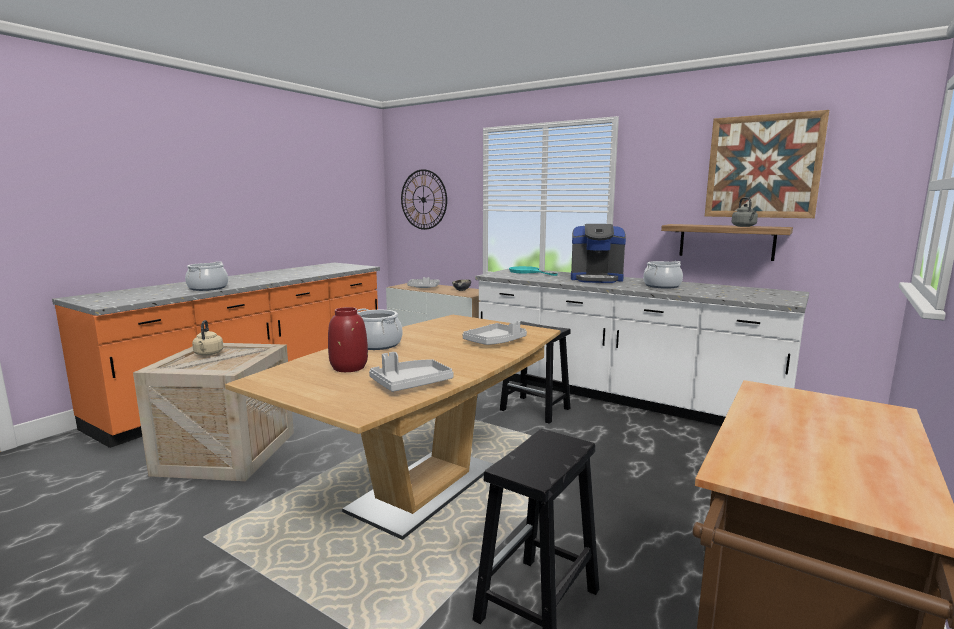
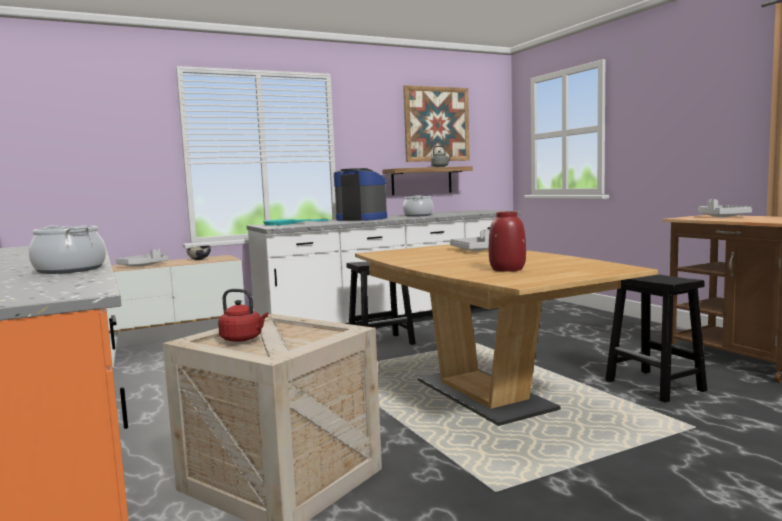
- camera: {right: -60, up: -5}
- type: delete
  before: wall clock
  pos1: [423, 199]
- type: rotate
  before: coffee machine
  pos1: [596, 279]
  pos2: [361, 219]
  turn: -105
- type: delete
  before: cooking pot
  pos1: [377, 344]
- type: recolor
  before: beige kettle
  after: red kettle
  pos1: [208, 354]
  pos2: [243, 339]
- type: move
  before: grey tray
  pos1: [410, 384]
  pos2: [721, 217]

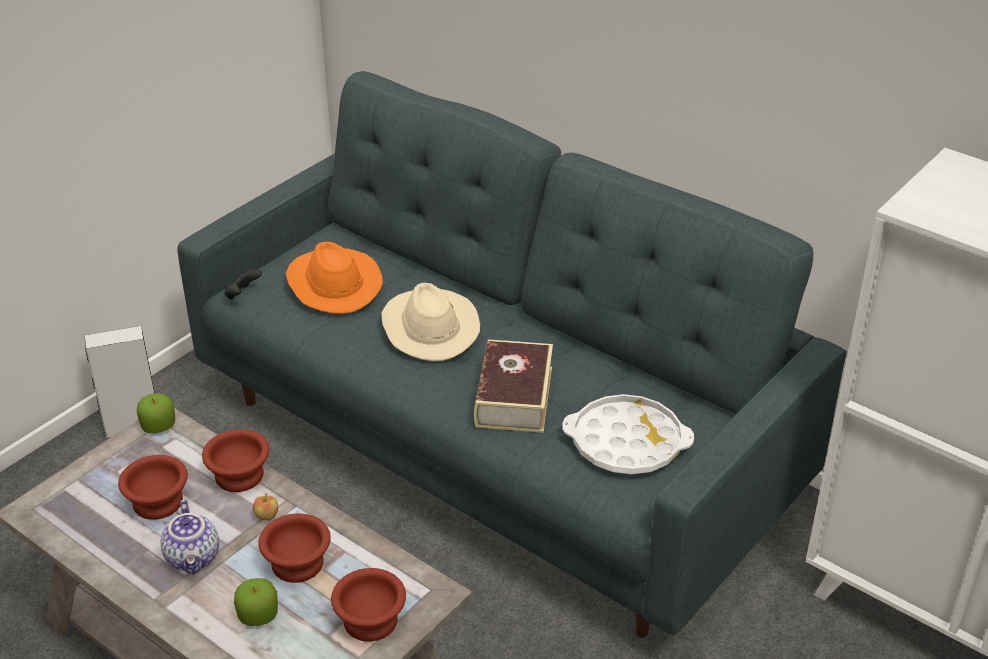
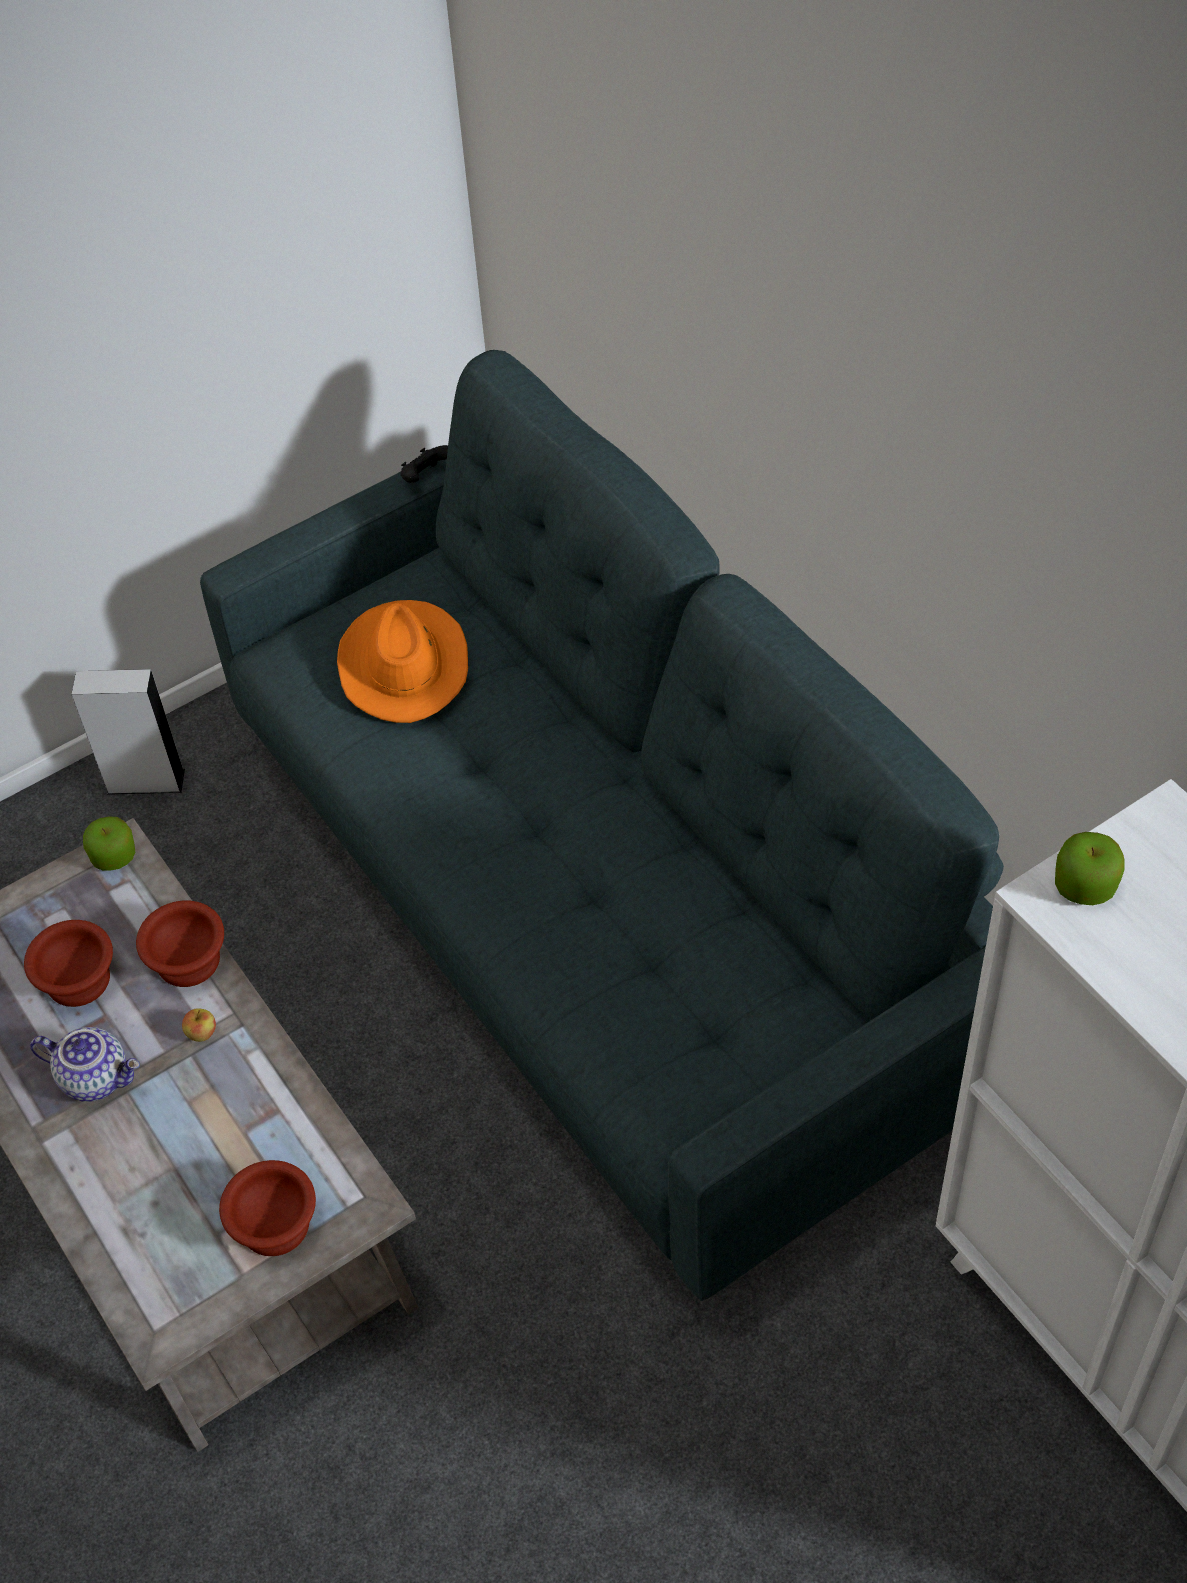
- camera: {right: 20, up: 15}
- type: move
  before: black game controller
  pos1: [242, 295]
  pos2: [426, 477]
- type: delete
  before: beige hat
  pos1: [429, 327]
- type: delete
  before: book
  pos1: [514, 396]
- type: delete
  before: white tray
  pos1: [626, 443]
- type: rotate
  before: teapot
  pos1: [194, 558]
  pos2: [96, 1077]
  turn: -75
- type: delete
  before: brown bowl
  pos1: [299, 562]
- type: move
  before: apple
  pos1: [258, 615]
  pos2: [1084, 886]

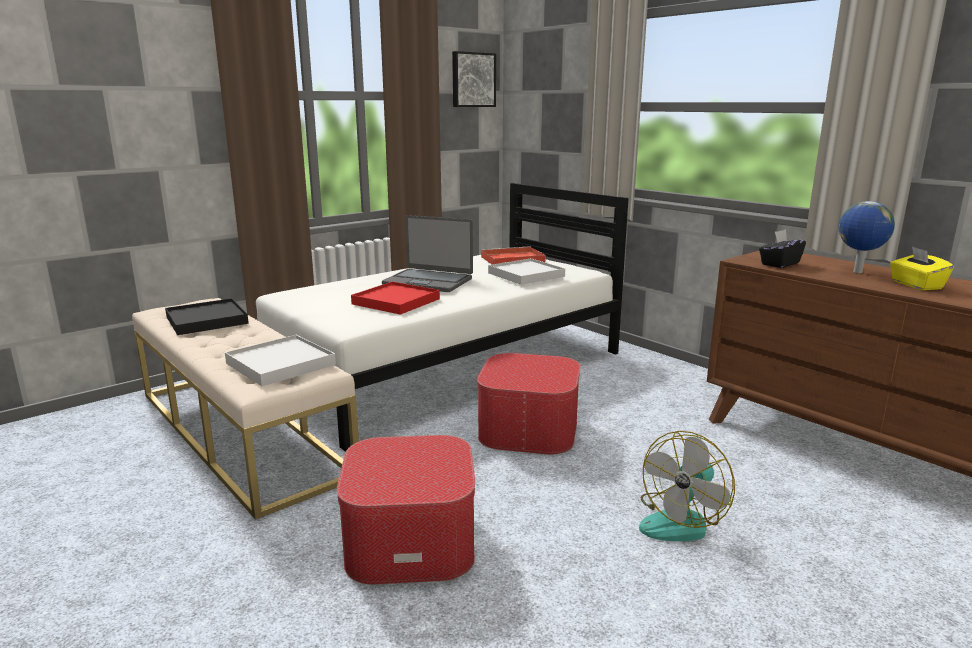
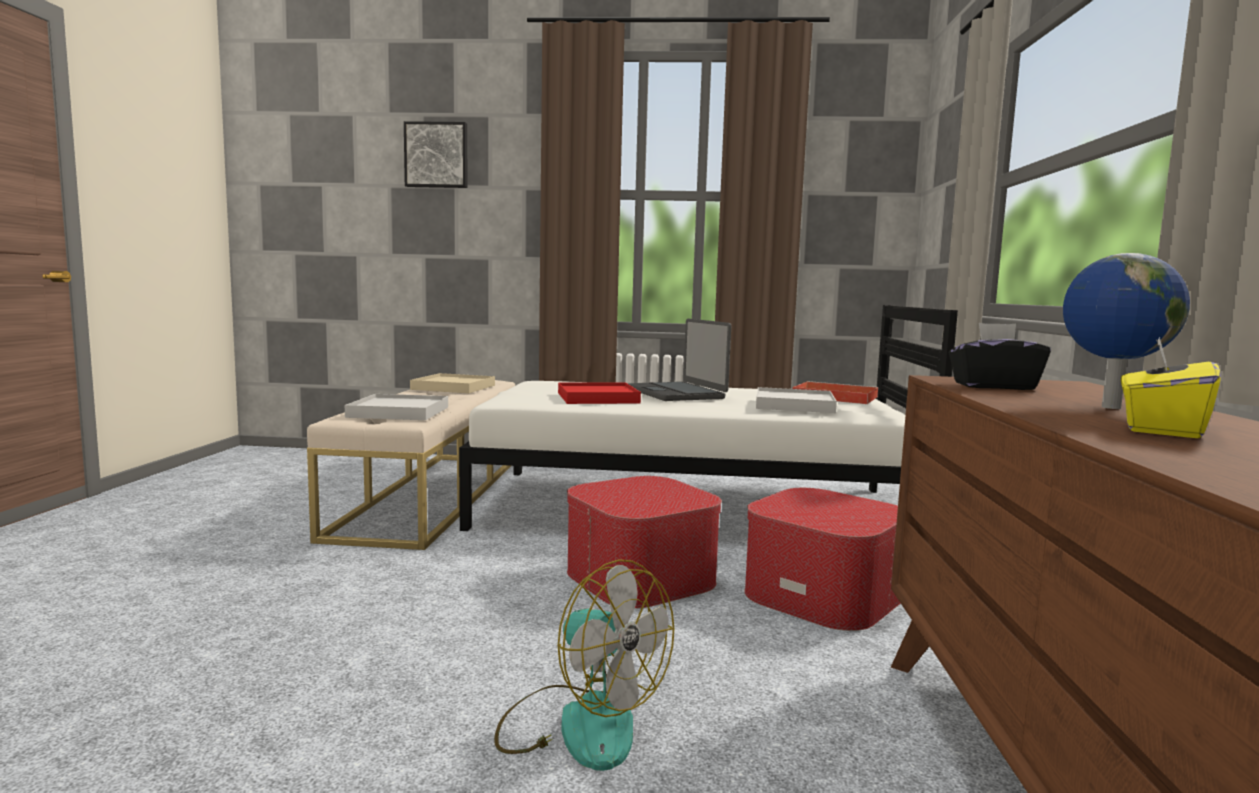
- camera: {right: 45, up: -10}
- type: move
  before: picture
  pos1: [472, 80]
  pos2: [437, 155]
- type: recolor
  before: black tray
  after: beige tray
  pos1: [206, 320]
  pos2: [453, 387]
- type: rotate
  before: fan
  pos1: [681, 521]
  pos2: [580, 723]
  turn: -135
- type: move
  before: ottoman
  pos1: [411, 540]
  pos2: [823, 594]

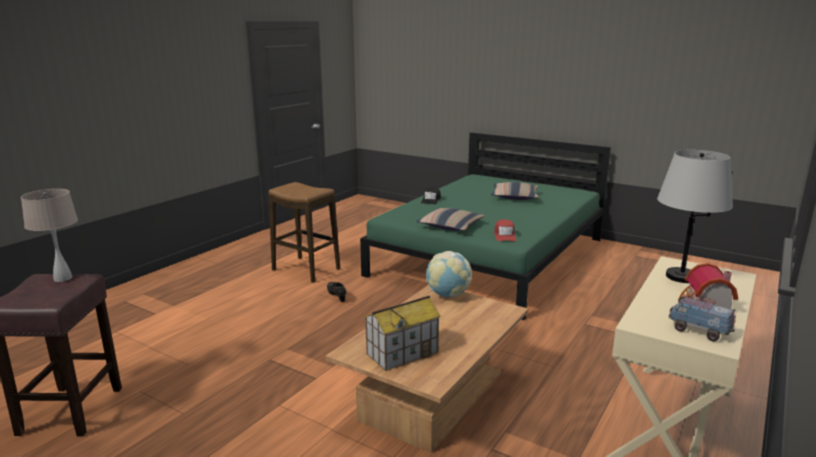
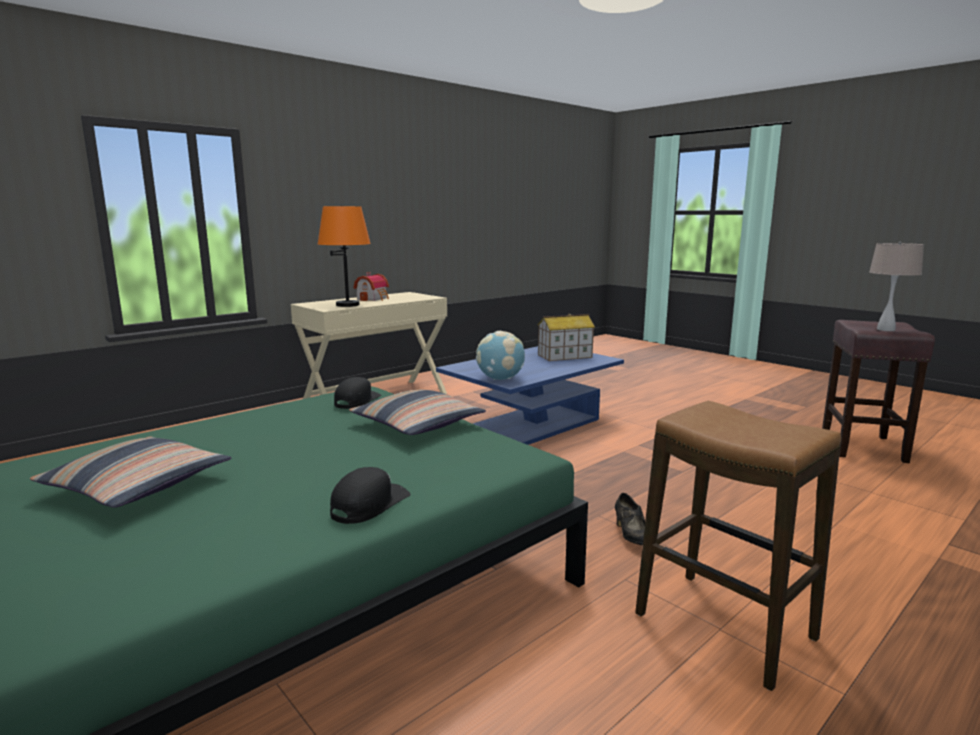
- camera: {right: -165, up: -5}
- type: recolor
  before: grey table lamp
  after: orange table lamp
  pos1: [681, 277]
  pos2: [348, 305]
- type: recolor
  before: red cap
  after: black cap
  pos1: [505, 235]
  pos2: [357, 401]
- type: recolor
  before: brown coffee table
  after: blue coffee table
  pos1: [433, 395]
  pos2: [531, 425]
- type: delete
  before: toy truck
  pos1: [698, 331]

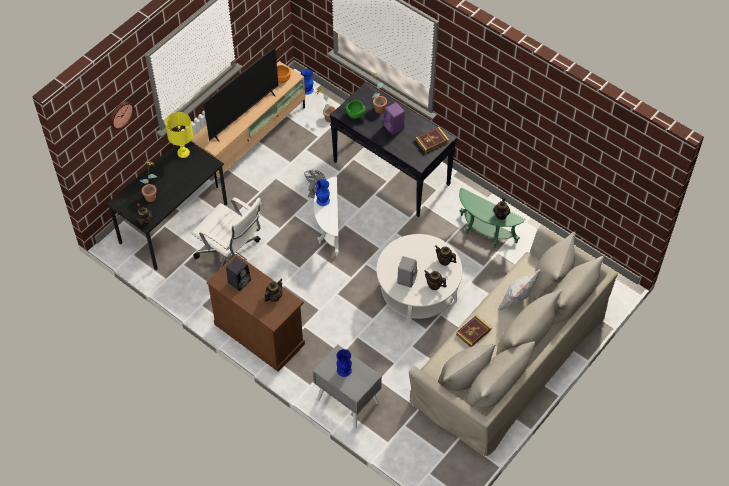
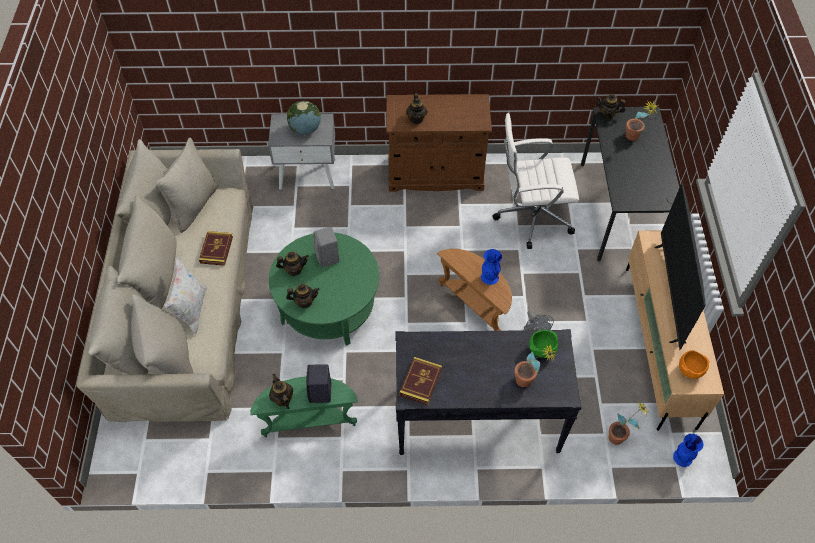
- camera: {right: 140, up: 0}
- type: delete
  before: wall clock
  pos1: [120, 114]
- type: delete
  before: purple speaker
  pos1: [394, 127]
- type: delete
  before: yellow table lamp
  pos1: [183, 153]
- type: recolor
  before: white side table
  after: brown side table
  pos1: [328, 230]
  pos2: [475, 305]
- type: recolor
  before: white coffee table
  after: green coffee table
  pos1: [418, 292]
  pos2: [328, 305]
- type: move
  before: black speaker
  pos1: [239, 281]
  pos2: [320, 393]
- type: replace
  before: blue vase
  after: globe
  pos1: [344, 370]
  pos2: [305, 129]

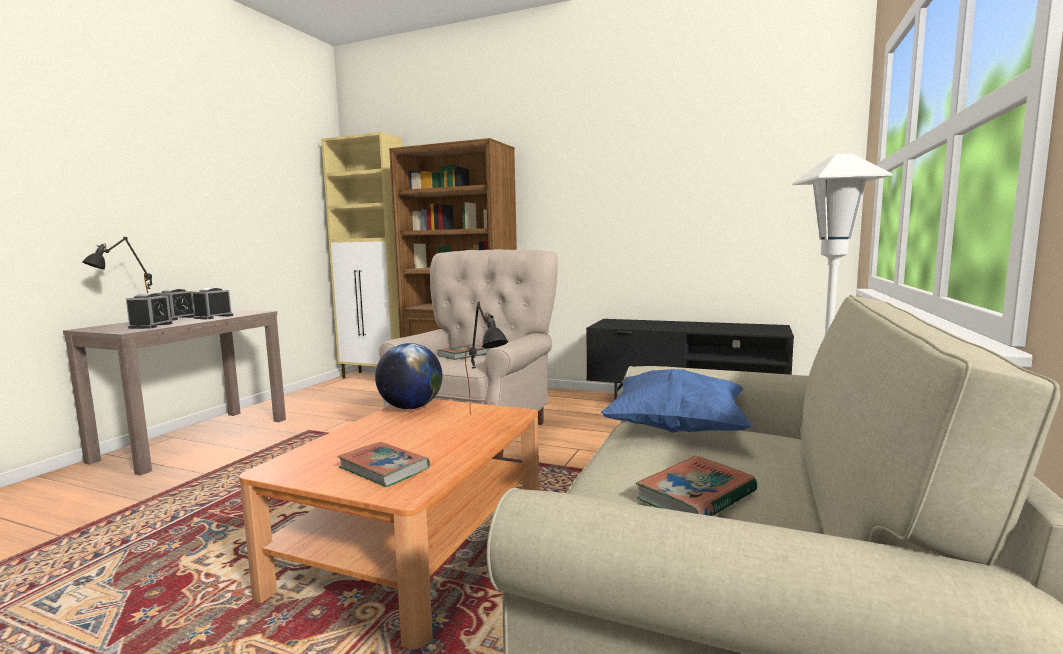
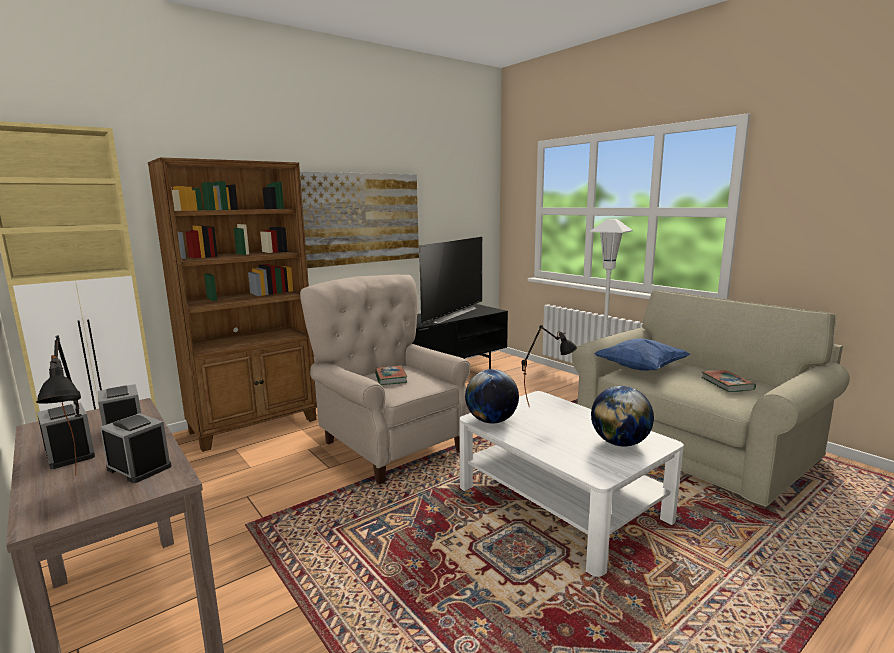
- camera: {right: -60, up: 5}
- type: recolor
  before: brown coffee table
  after: white coffee table
  pos1: [416, 545]
  pos2: [561, 503]
- type: replace
  before: book
  after: globe
  pos1: [384, 469]
  pos2: [619, 443]
- type: insert
  after: picture
  pos2: [361, 218]
- type: insert
  after: television
  pos2: [450, 314]

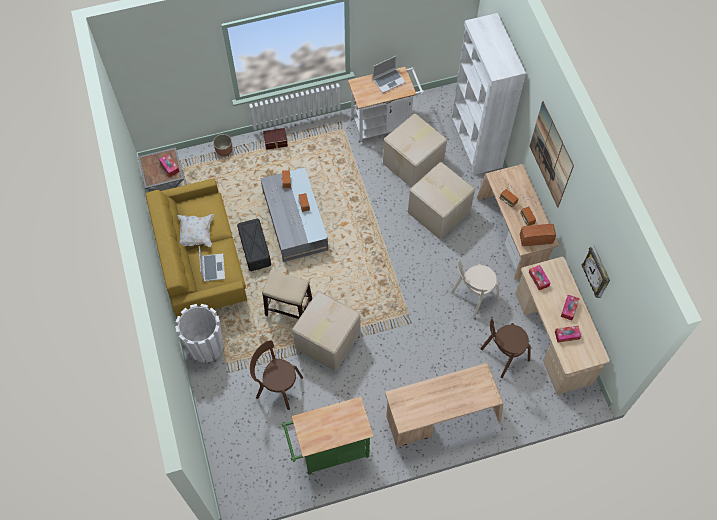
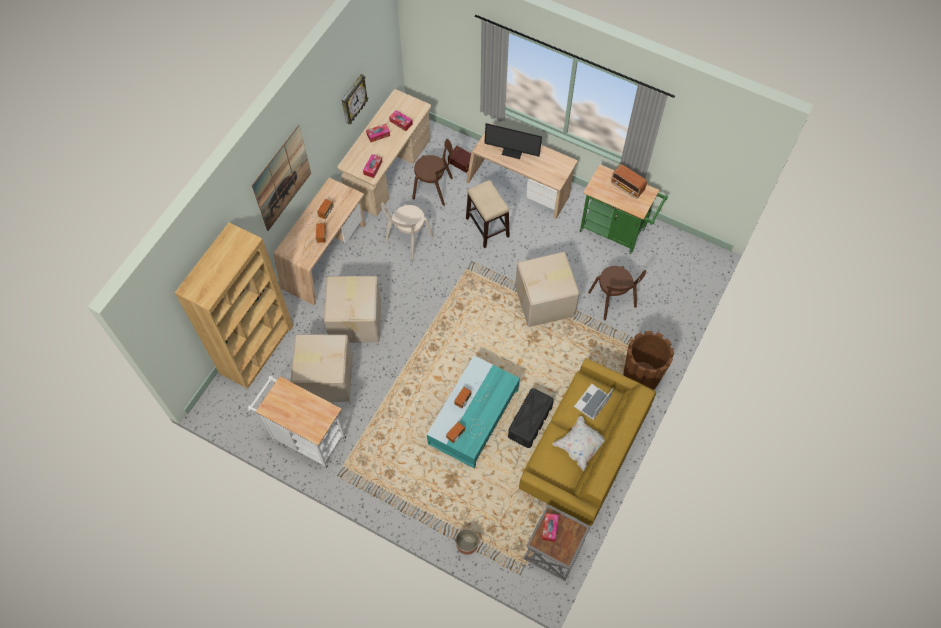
- camera: {right: -135, up: 0}
- type: recolor
  before: white bookcase
  after: brown bookcase
  pos1: [476, 143]
  pos2: [257, 349]
- type: delete
  before: laptop
  pos1: [389, 80]
- type: move
  before: brown storage box
  pos1: [275, 142]
  pos2: [462, 161]
- type: recolor
  before: grey coffee table
  after: turquoise coffee table
  pos1: [295, 221]
  pos2: [473, 417]
- type: move
  before: radio
  pos1: [535, 240]
  pos2: [627, 188]
- type: rotate
  before: beige chair
  pos1: [473, 297]
  pos2: [407, 240]
  turn: 120
- type: move
  before: stool
  pos1: [289, 308]
  pos2: [487, 227]
- type: recolor
  before: white planter
  after: brown planter
  pos1: [206, 346]
  pos2: [641, 376]
- type: insert
  after: monitor
  pos2: [512, 150]

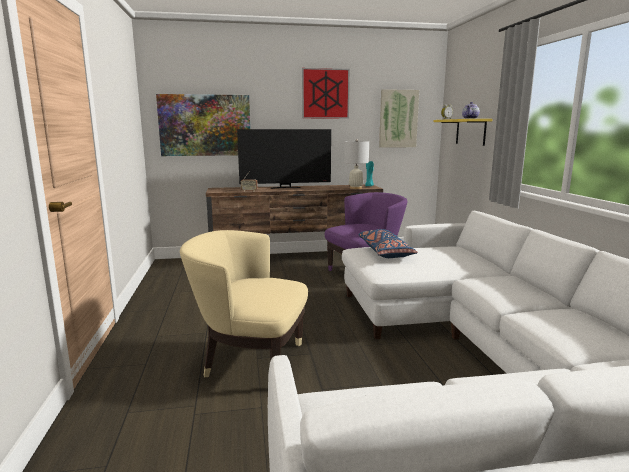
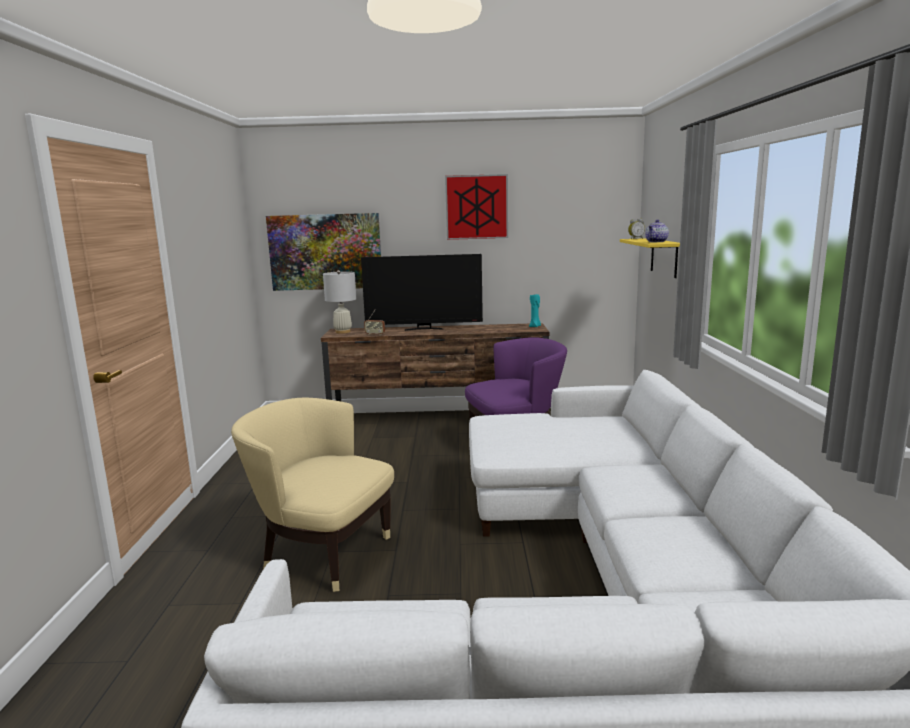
- camera: {right: 10, up: 0}
- type: delete
  before: picture
  pos1: [398, 119]
- type: move
  before: white table lamp
  pos1: [355, 188]
  pos2: [343, 332]
- type: delete
  before: blue pillow
  pos1: [384, 252]

